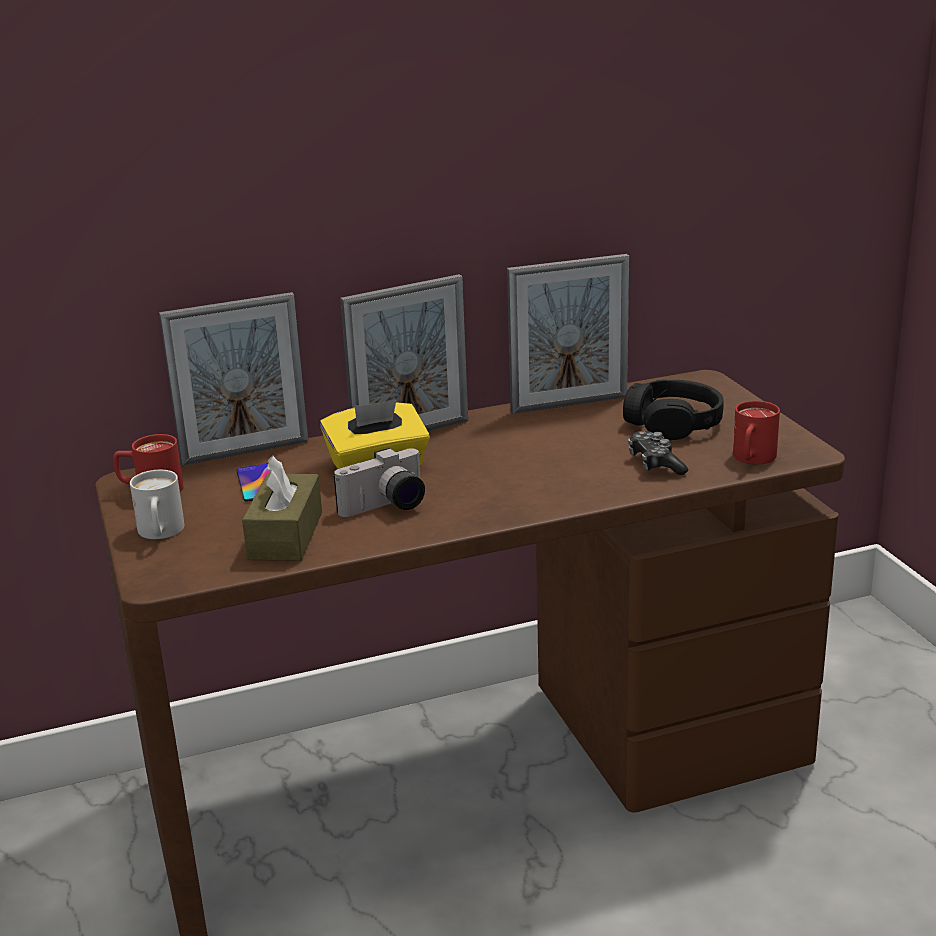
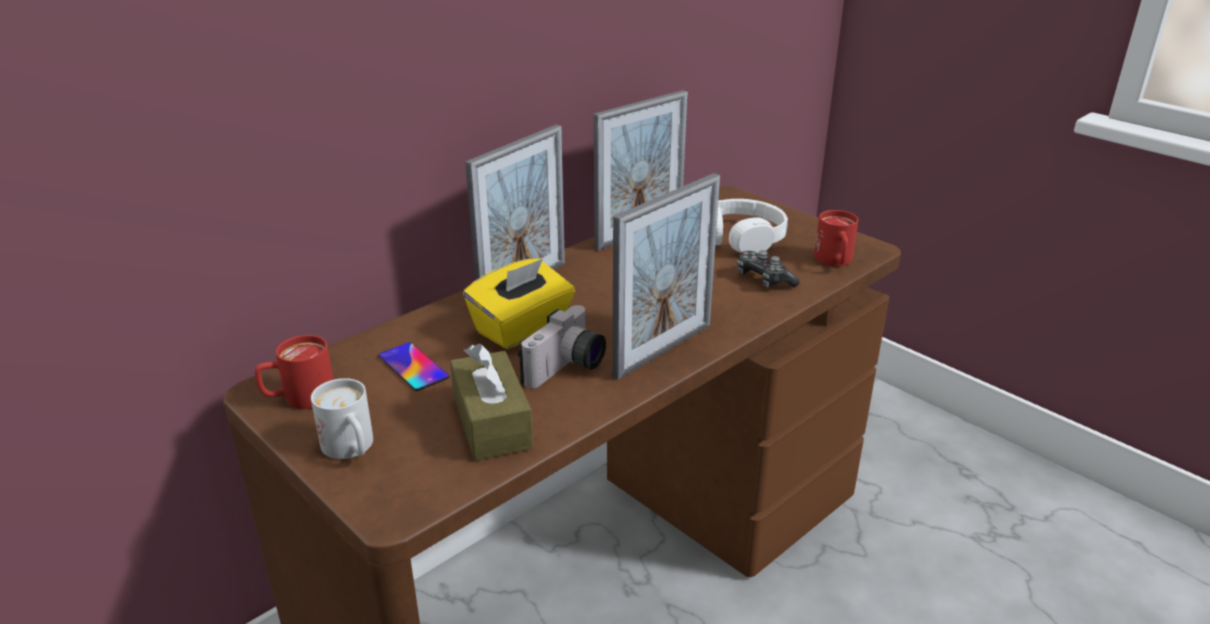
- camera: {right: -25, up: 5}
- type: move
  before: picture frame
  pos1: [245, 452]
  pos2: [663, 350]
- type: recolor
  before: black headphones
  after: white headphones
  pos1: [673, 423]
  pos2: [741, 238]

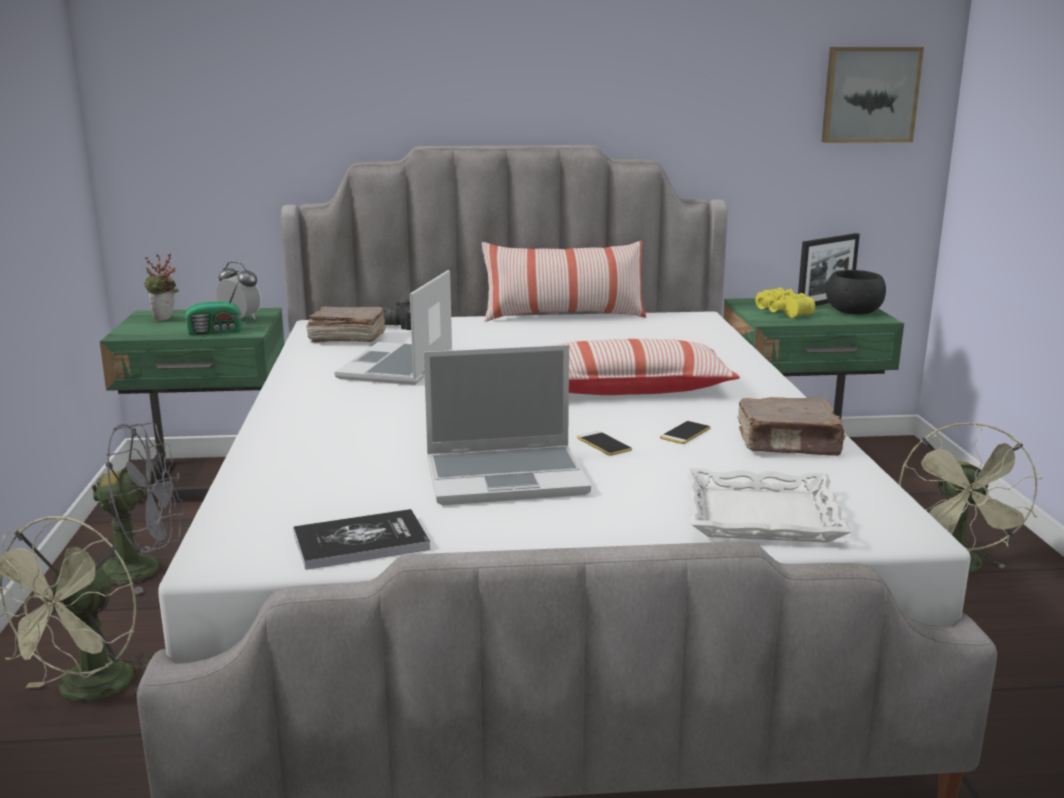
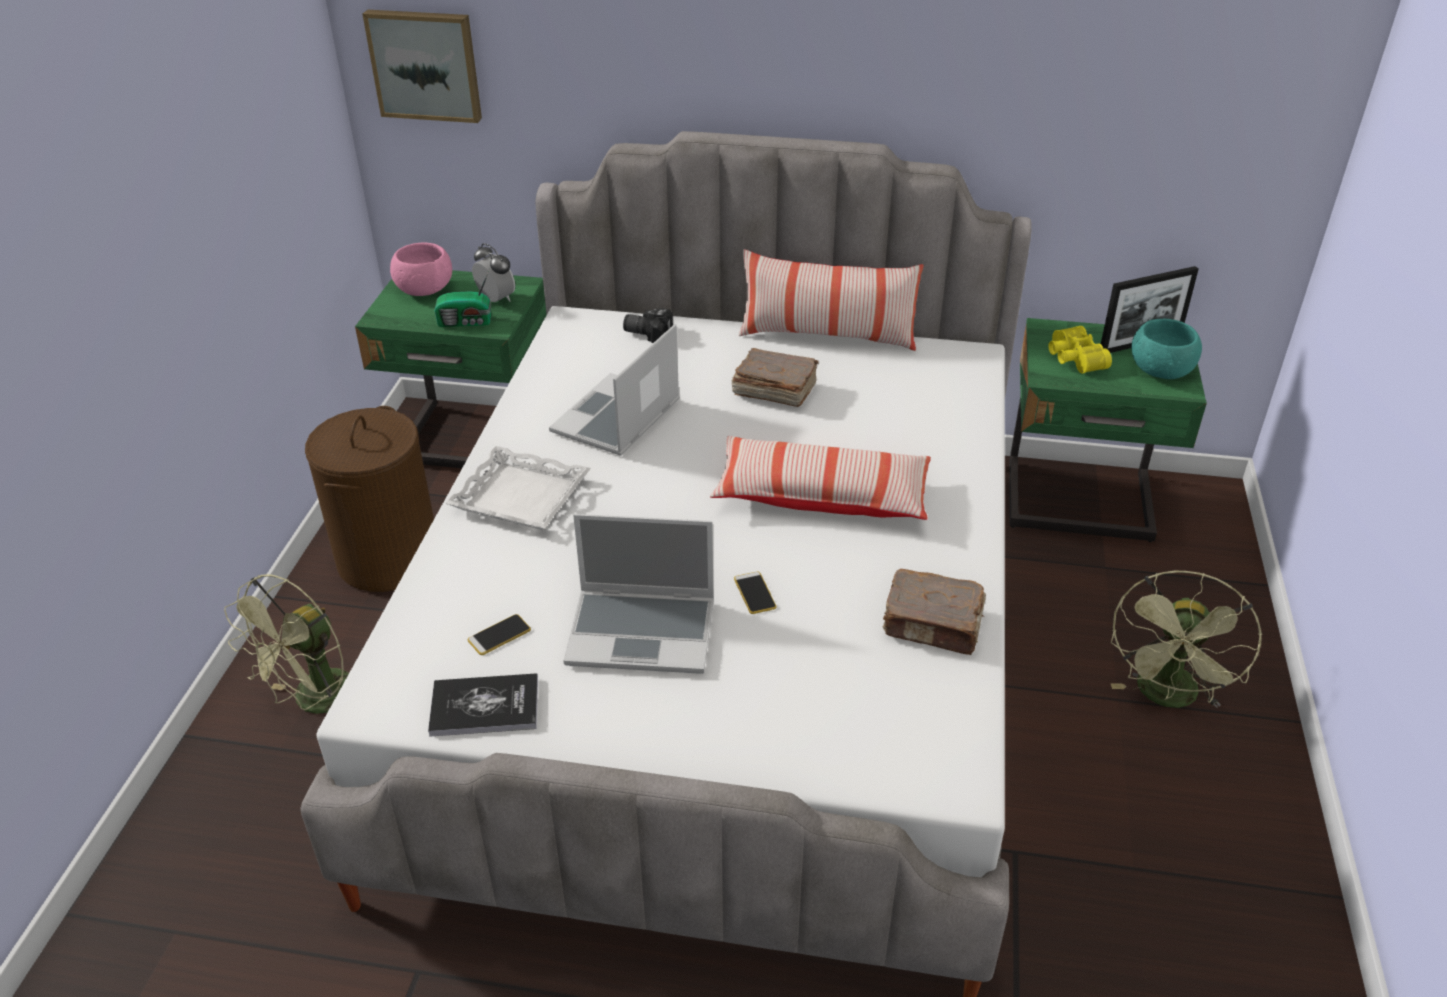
- camera: {right: 15, up: 20}
- type: move
  before: picture
  pos1: [869, 94]
  pos2: [425, 64]
- type: replace
  before: potted plant
  after: pink bowl
  pos1: [165, 319]
  pos2: [424, 289]
- type: recolor
  before: black bowl
  after: turquoise bowl
  pos1: [853, 312]
  pos2: [1160, 370]
- type: move
  before: brown book
  pos1: [347, 338]
  pos2: [773, 390]
- type: move
  before: phone
  pos1: [685, 433]
  pos2: [499, 635]
- type: replace
  before: grey fan
  after: brown laundry basket
  pos1: [144, 569]
  pos2: [389, 558]
- type: move
  before: white tray
  pos1: [761, 517]
  pos2: [519, 497]

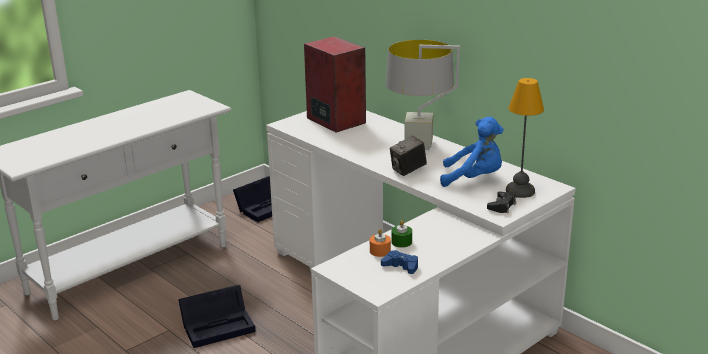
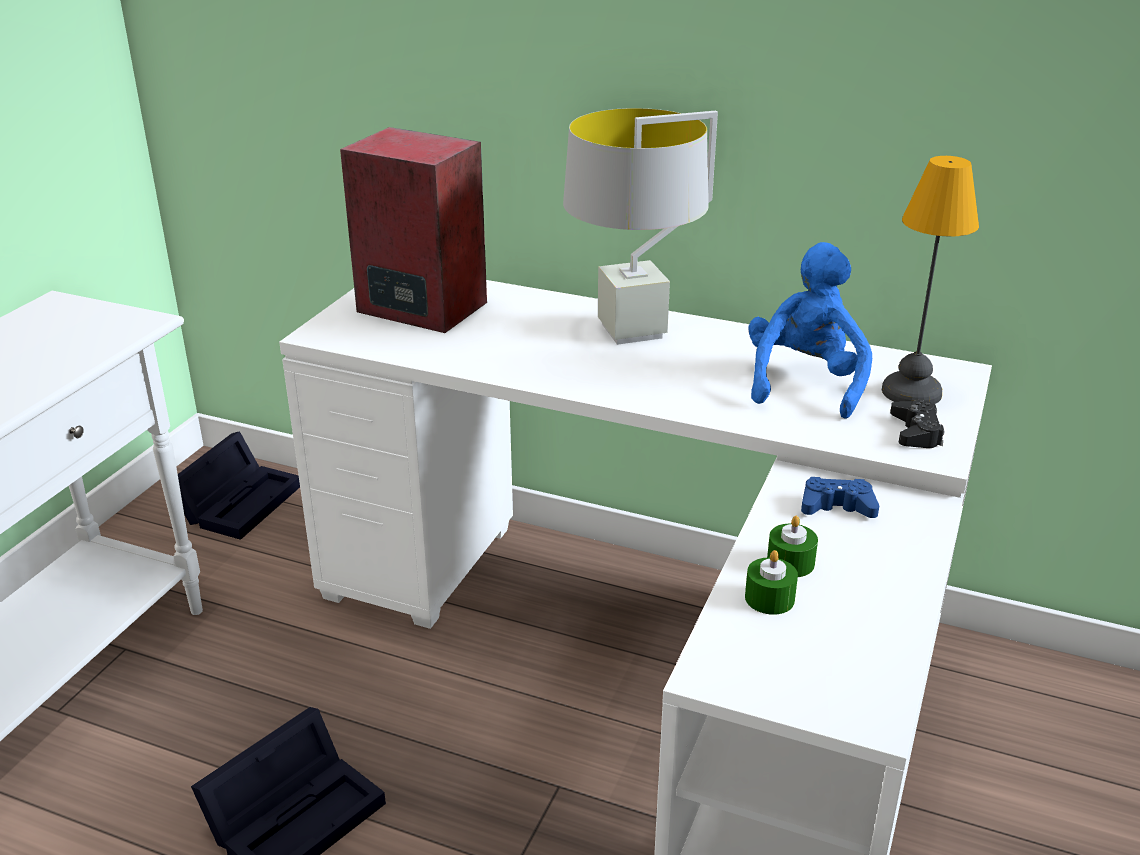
- camera: {right: -25, up: 5}
- type: rotate
  before: blue plush toy
  pos1: [474, 179]
  pos2: [805, 383]
  turn: -60
- type: delete
  before: photo camera
  pos1: [408, 170]
- type: recolor
  before: orange candle
  after: green candle
  pos1: [380, 251]
  pos2: [769, 598]
- type: move
  before: blue game controller
  pos1: [401, 266]
  pos2: [837, 507]

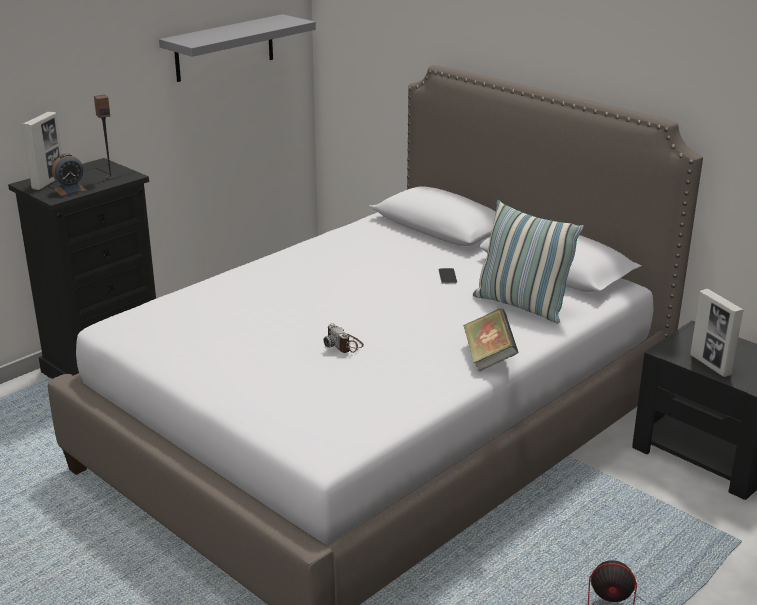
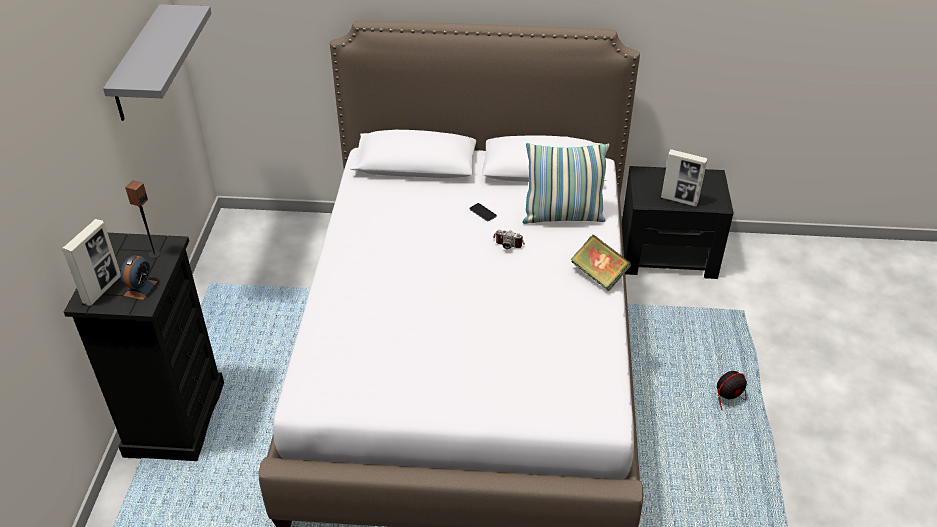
- camera: {right: -40, up: 15}
- type: rotate
  before: picture frame
  pos1: [48, 182]
  pos2: [102, 289]
  turn: 45
- type: move
  before: photo camera
  pos1: [344, 344]
  pos2: [509, 241]

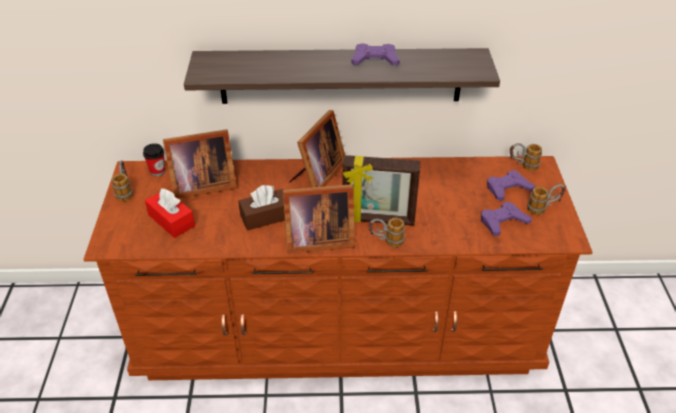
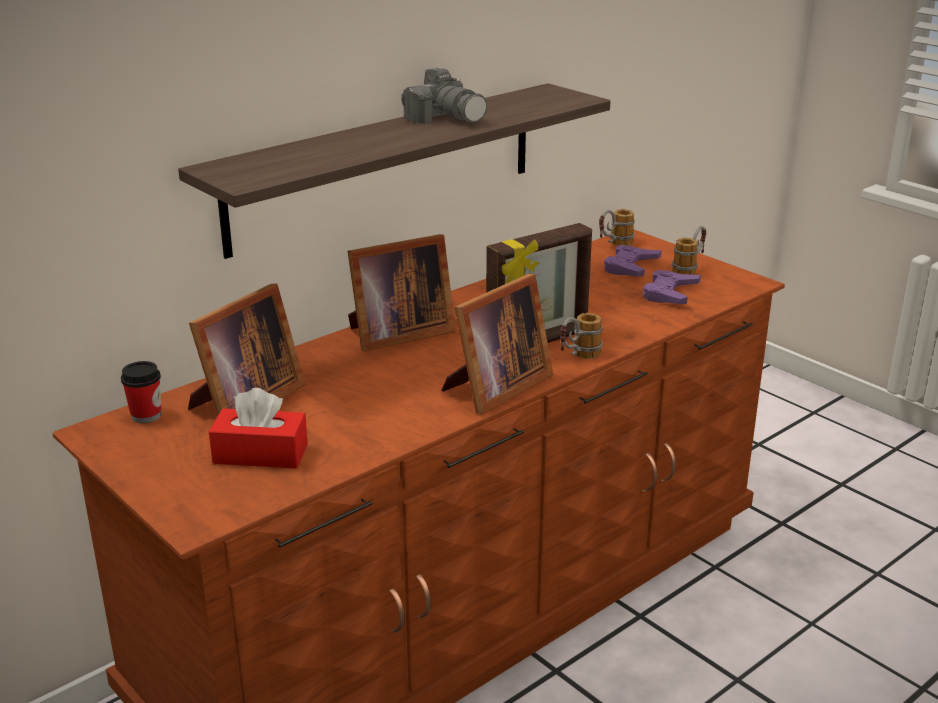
- camera: {right: -40, up: -15}
- type: replace
  before: purple game controller
  after: photo camera
  pos1: [375, 60]
  pos2: [446, 117]
- type: rotate
  before: picture frame
  pos1: [317, 175]
  pos2: [396, 334]
  turn: 75
- type: delete
  before: mug
  pos1: [125, 191]
- type: delete
  before: brown tissue box
  pos1: [265, 217]

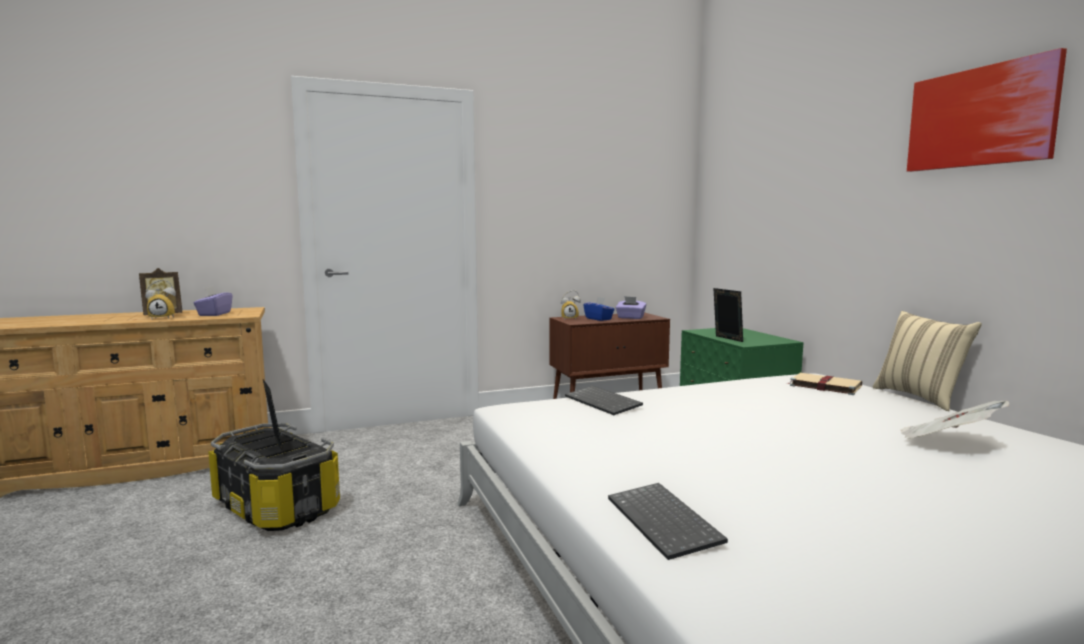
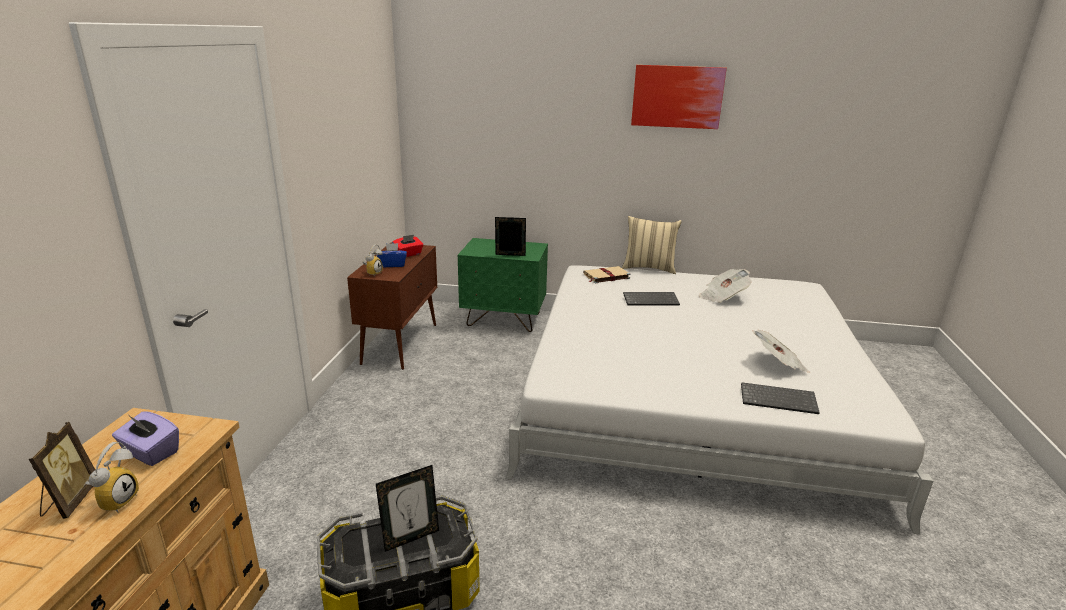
- camera: {right: -60, up: 15}
- type: recolor
  before: purple tissue box
  after: red tissue box
  pos1: [630, 318]
  pos2: [408, 254]
- type: rotate
  before: picture frame
  pos1: [275, 448]
  pos2: [410, 537]
  turn: 150
- type: move
  before: keyboard
  pos1: [604, 402]
  pos2: [651, 300]
- type: insert
  after: newspaper
  pos2: [778, 365]

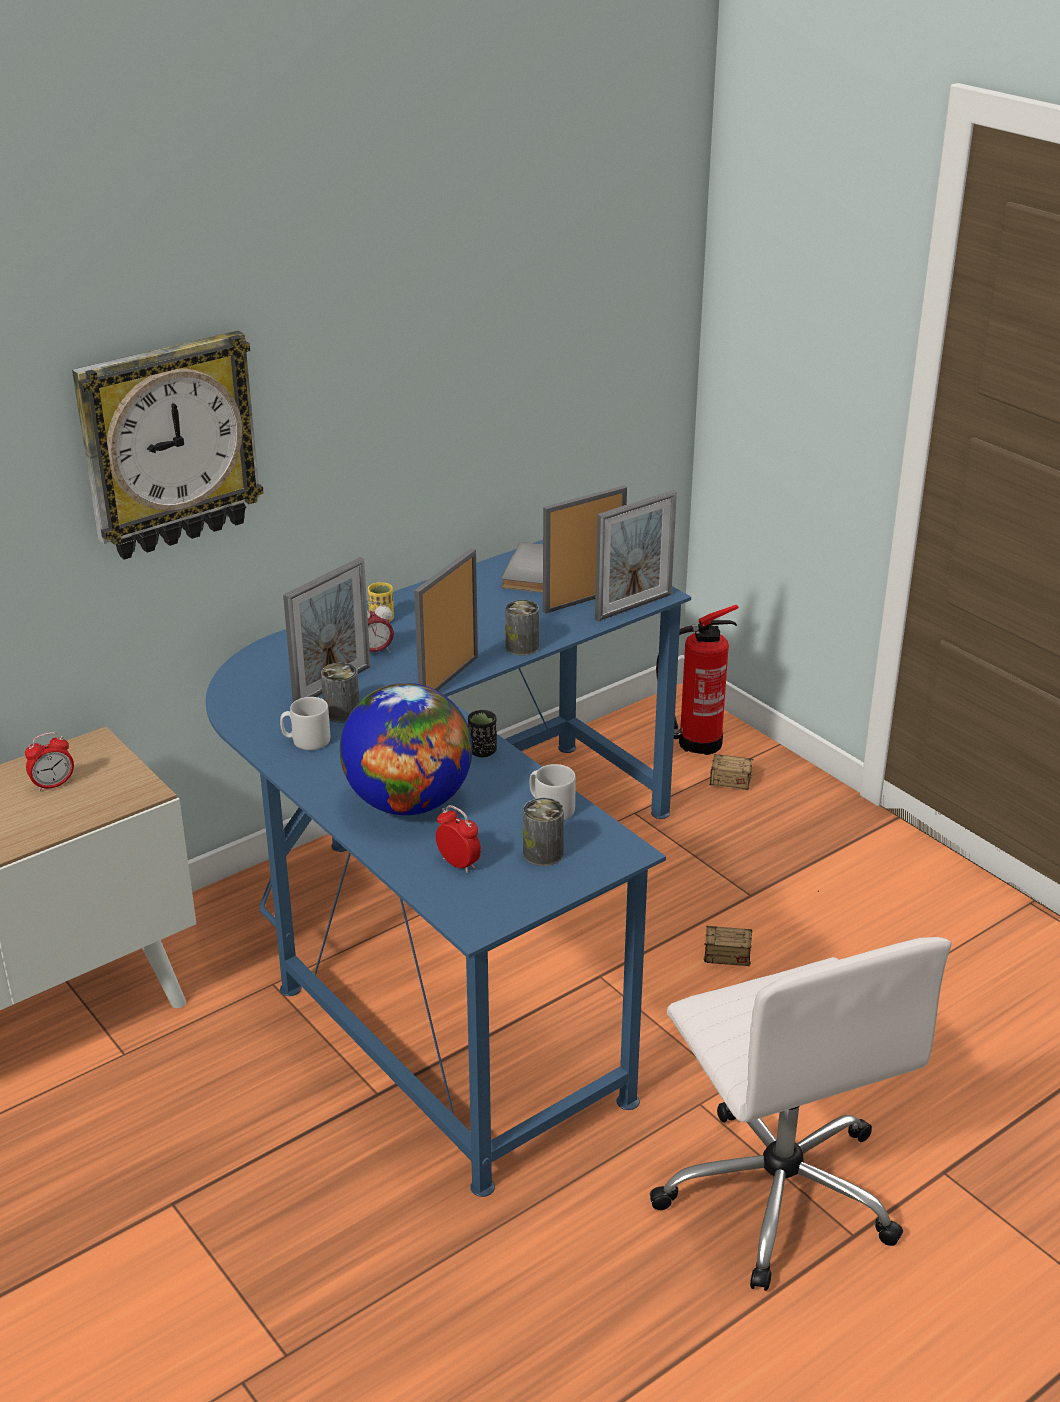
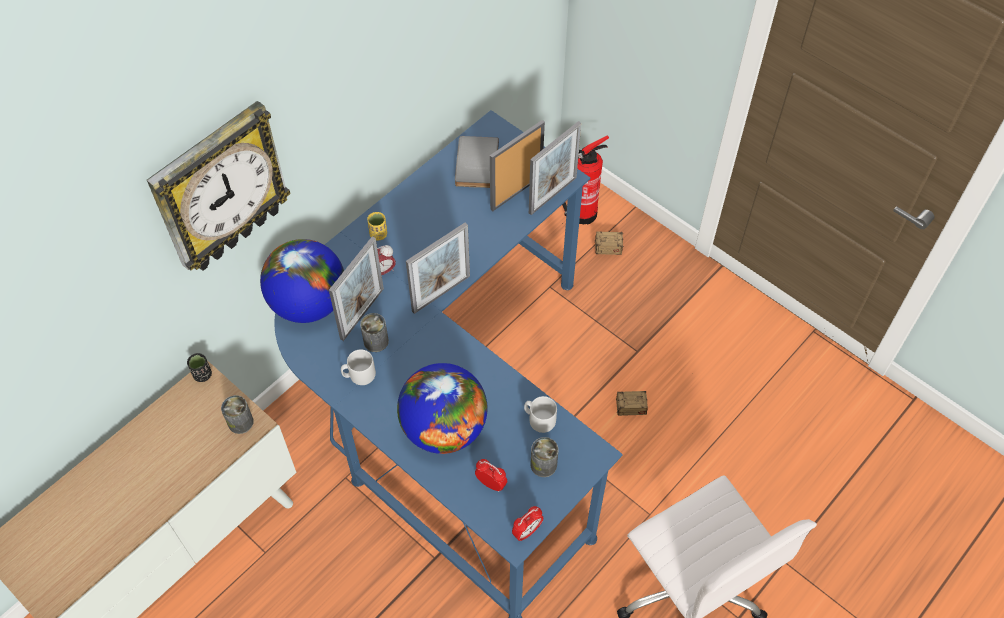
- camera: {right: -10, up: 25}
- type: rotate
  before: picture frame
  pos1: [448, 678]
  pos2: [441, 293]
  turn: -150
- type: move
  before: can
  pos1: [522, 647]
  pos2: [240, 422]
- type: move
  before: black cup
  pos1: [482, 751]
  pos2: [202, 375]
- type: move
  before: alarm clock
  pos1: [53, 785]
  pos2: [527, 531]
- type: insert
  after: globe
  pos2: [309, 304]

